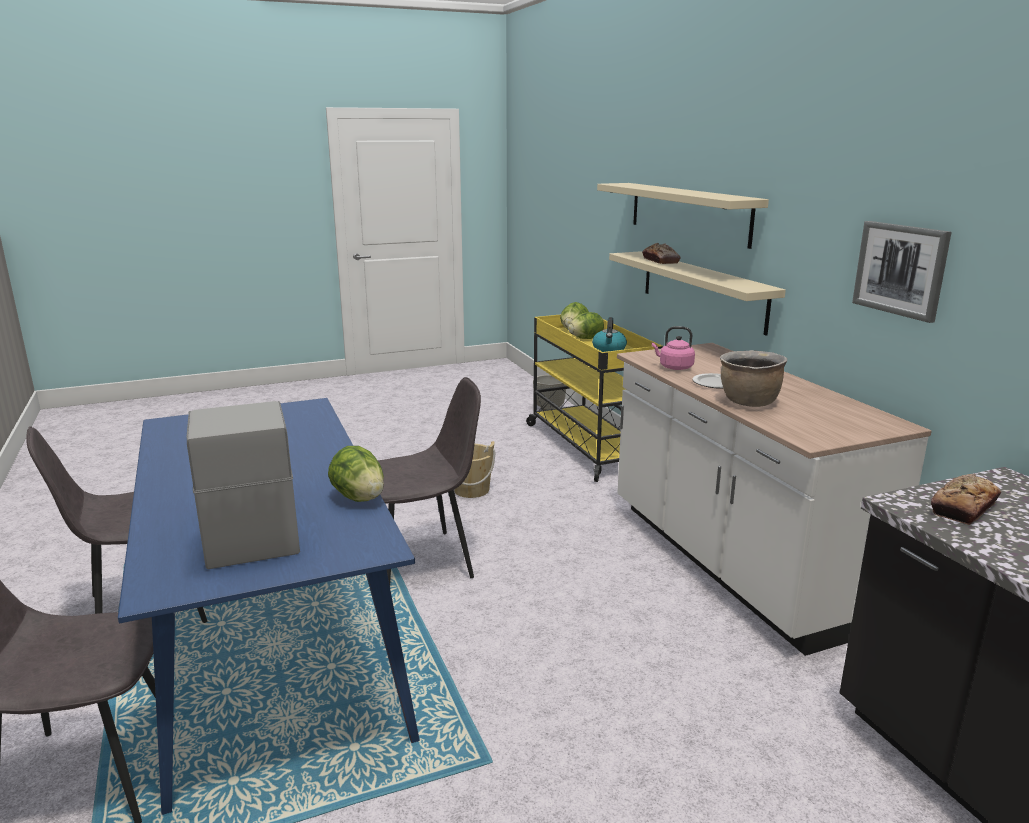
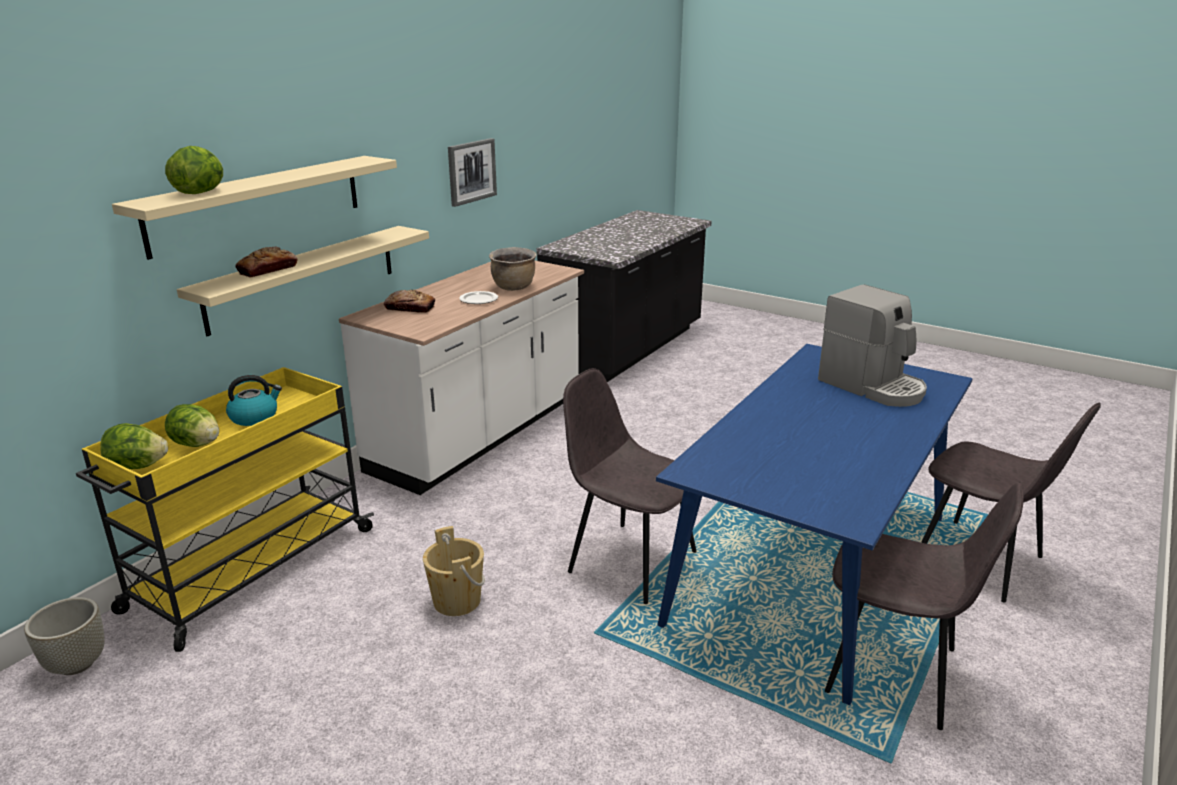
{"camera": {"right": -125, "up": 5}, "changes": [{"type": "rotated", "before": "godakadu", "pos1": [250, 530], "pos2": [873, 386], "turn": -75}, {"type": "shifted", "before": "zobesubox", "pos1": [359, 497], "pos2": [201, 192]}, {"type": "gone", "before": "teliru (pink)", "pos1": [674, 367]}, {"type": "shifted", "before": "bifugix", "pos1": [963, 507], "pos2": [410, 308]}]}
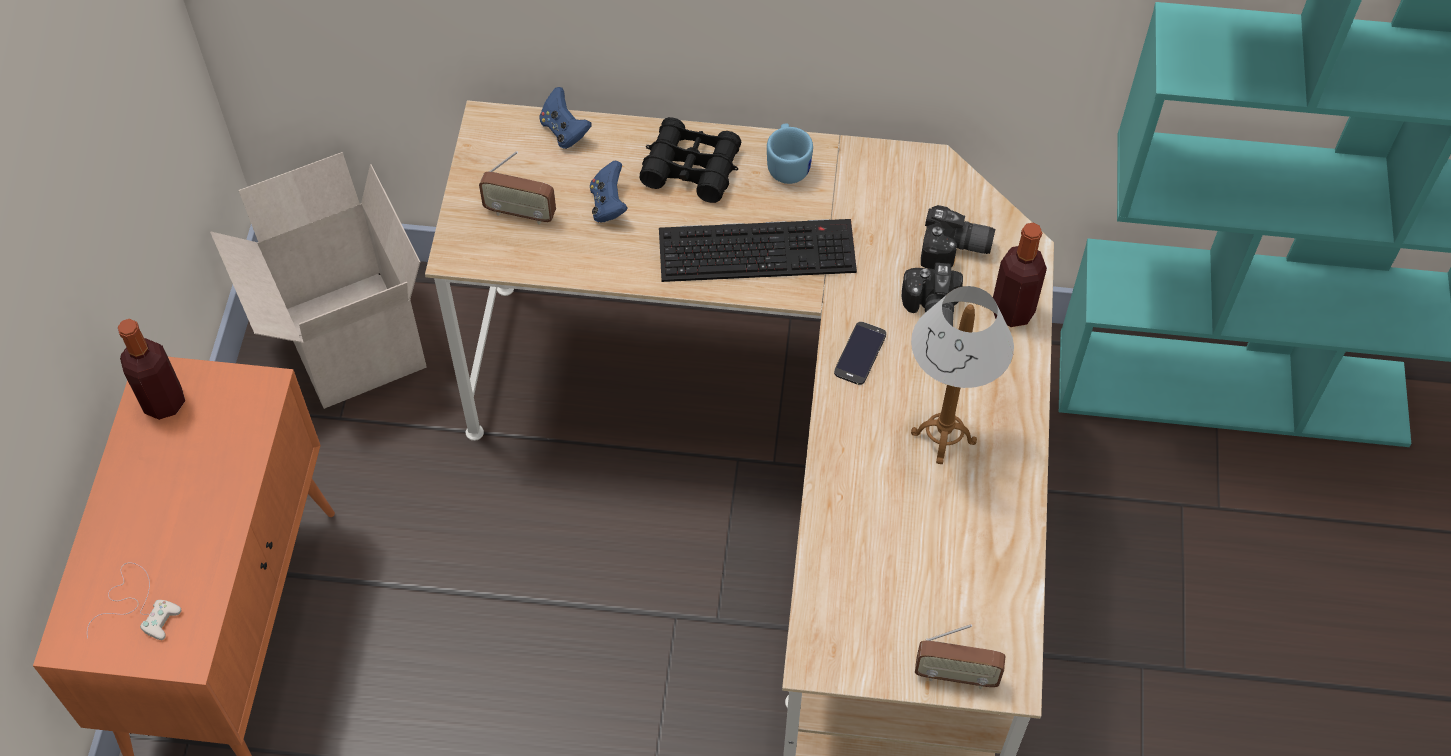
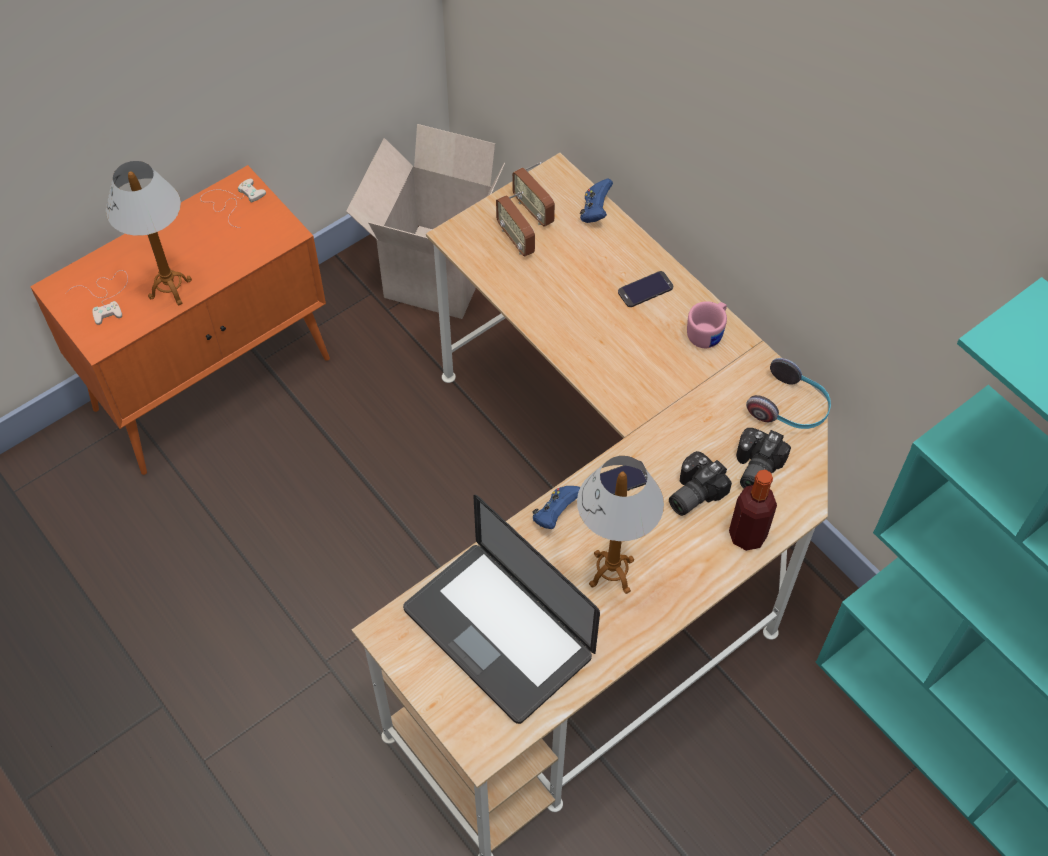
{"camera": {"right": 45, "up": 0}, "changes": [{"type": "swapped", "before": "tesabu", "after": "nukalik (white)", "pos1": [164, 402], "pos2": [232, 201]}, {"type": "shifted", "before": "nukalik (blue)", "pos1": [608, 205], "pos2": [555, 514]}, {"type": "swapped", "before": "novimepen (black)", "after": "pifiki", "pos1": [691, 168], "pos2": [645, 289]}, {"type": "gone", "before": "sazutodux", "pos1": [759, 249]}, {"type": "repainted", "before": "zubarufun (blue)", "after": "zubarufun (pink)", "pos1": [788, 164], "pos2": [708, 333]}, {"type": "shifted", "before": "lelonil", "pos1": [956, 675], "pos2": [533, 211]}, {"type": "rotated", "before": "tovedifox", "pos1": [955, 250], "pos2": [754, 468], "turn": 60}, {"type": "new", "after": "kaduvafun", "pos2": [171, 289]}, {"type": "new", "after": "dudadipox", "pos2": [498, 633]}, {"type": "new", "after": "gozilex", "pos2": [790, 408]}]}
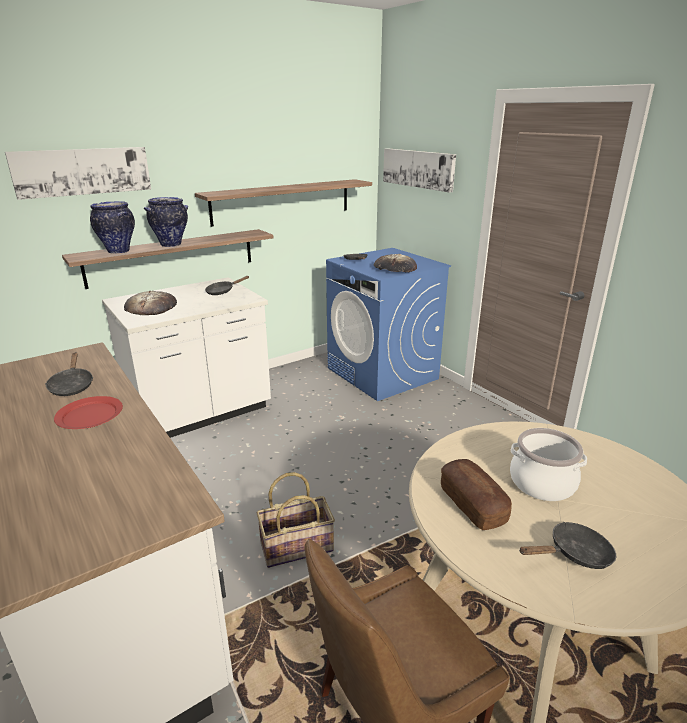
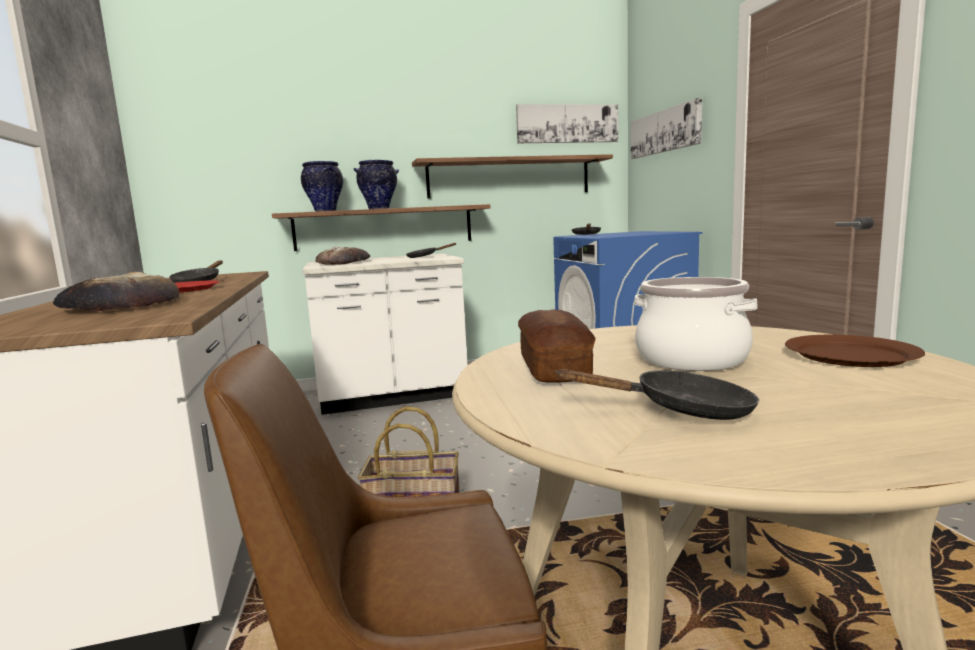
{"camera": {"right": 20, "up": -15}, "changes": [{"type": "shifted", "before": "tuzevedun", "pos1": [82, 171], "pos2": [567, 124]}, {"type": "shifted", "before": "bifugix", "pos1": [394, 268], "pos2": [120, 306]}, {"type": "new", "after": "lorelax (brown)", "pos2": [851, 355]}]}
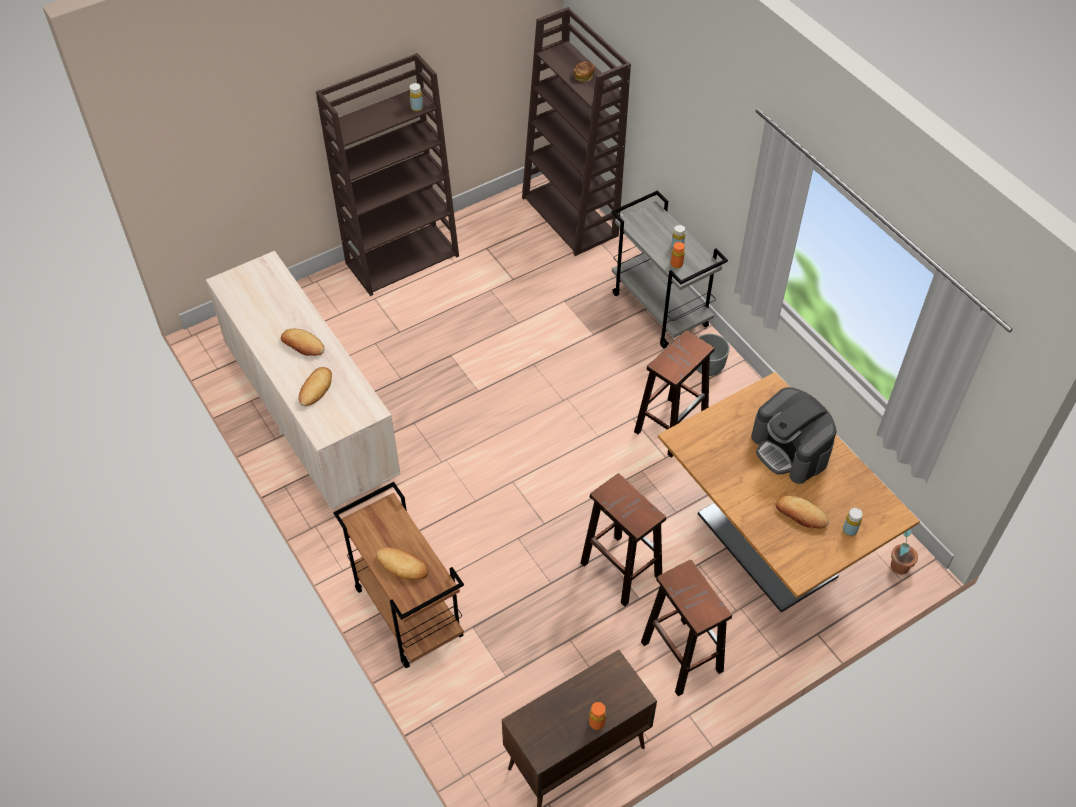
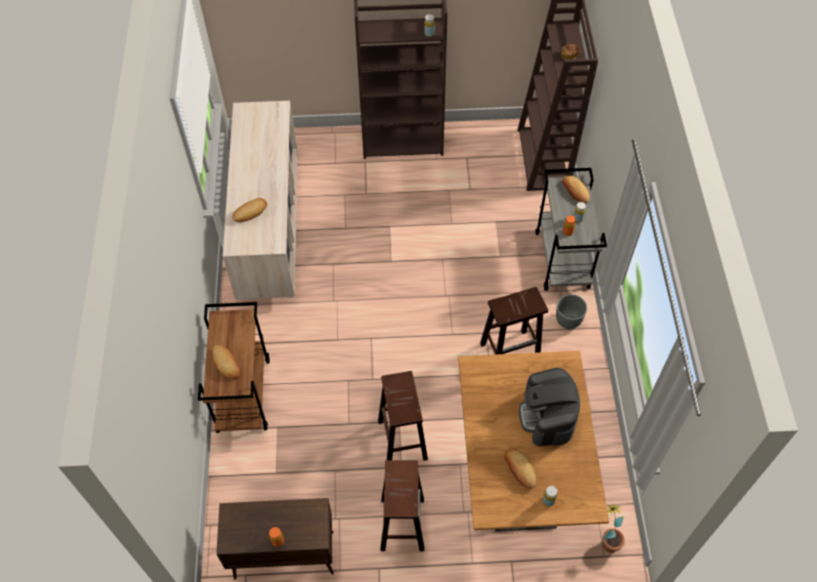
{"camera": {"right": 30, "up": 5}, "changes": [{"type": "shifted", "before": "bifugix", "pos1": [303, 345], "pos2": [575, 191]}]}
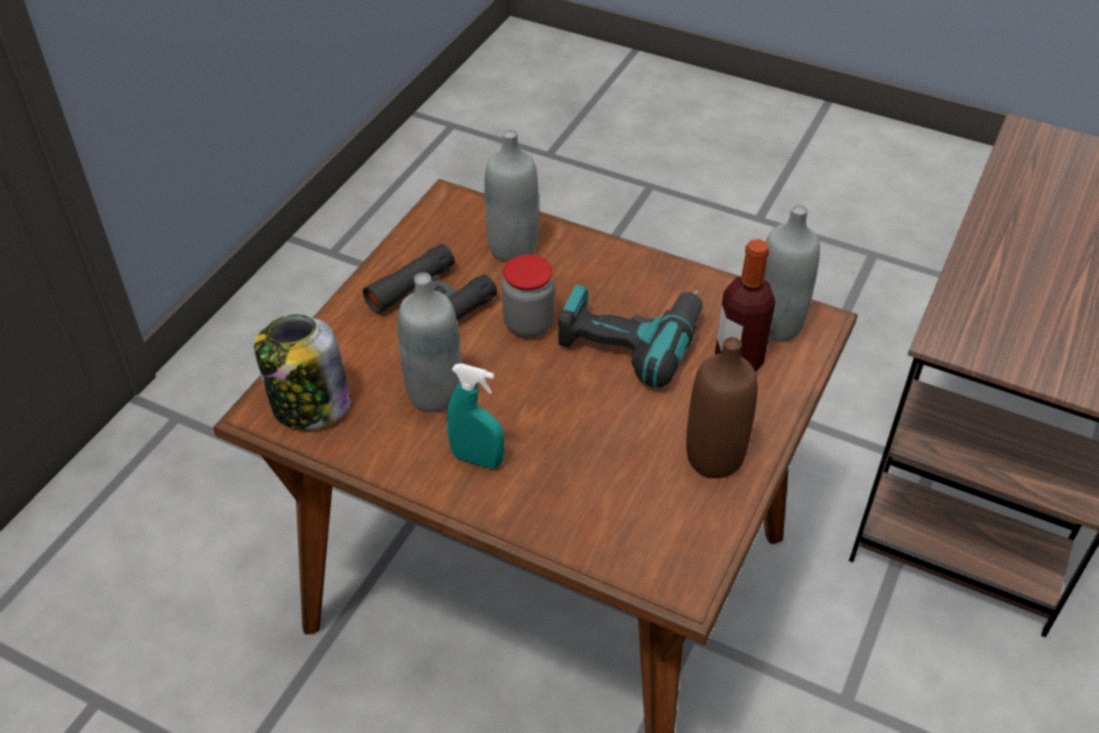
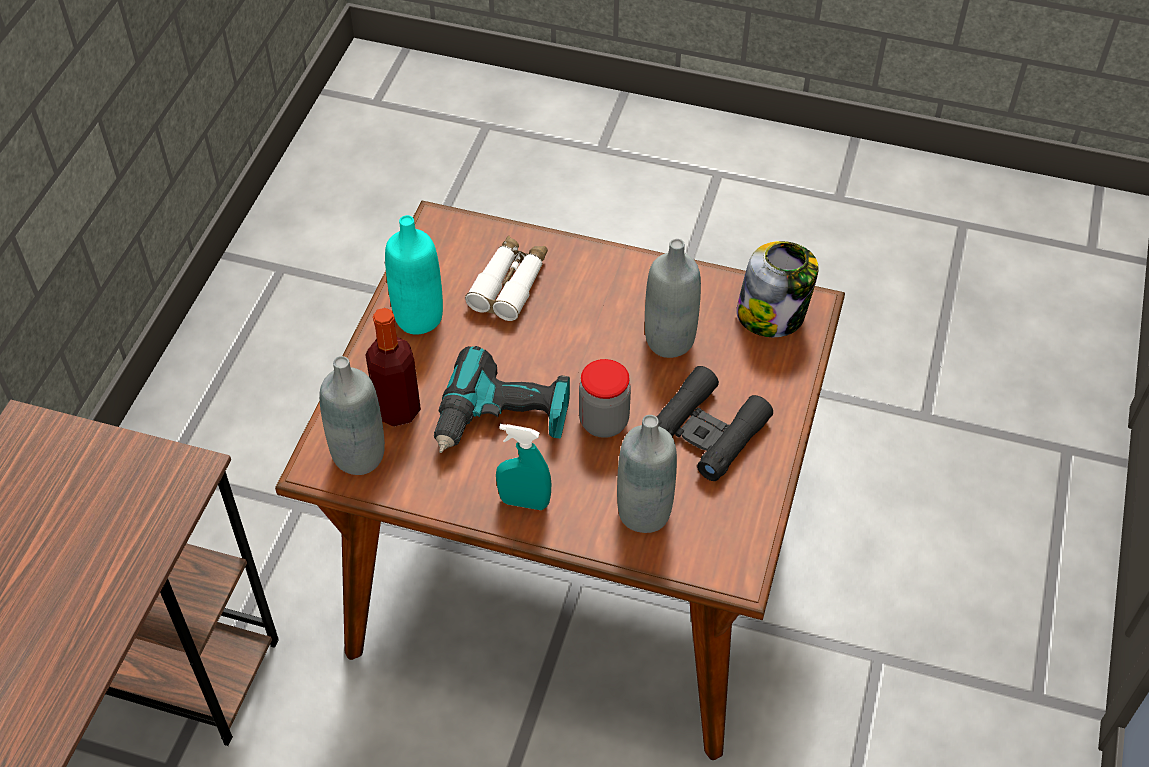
{"camera": {"right": 170, "up": 5}, "changes": [{"type": "shifted", "before": "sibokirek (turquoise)", "pos1": [477, 459], "pos2": [524, 502]}, {"type": "repainted", "before": "tesabu (brown)", "after": "tesabu (turquoise)", "pos1": [714, 458], "pos2": [418, 317]}, {"type": "new", "after": "novimepen (white)", "pos2": [509, 284]}]}
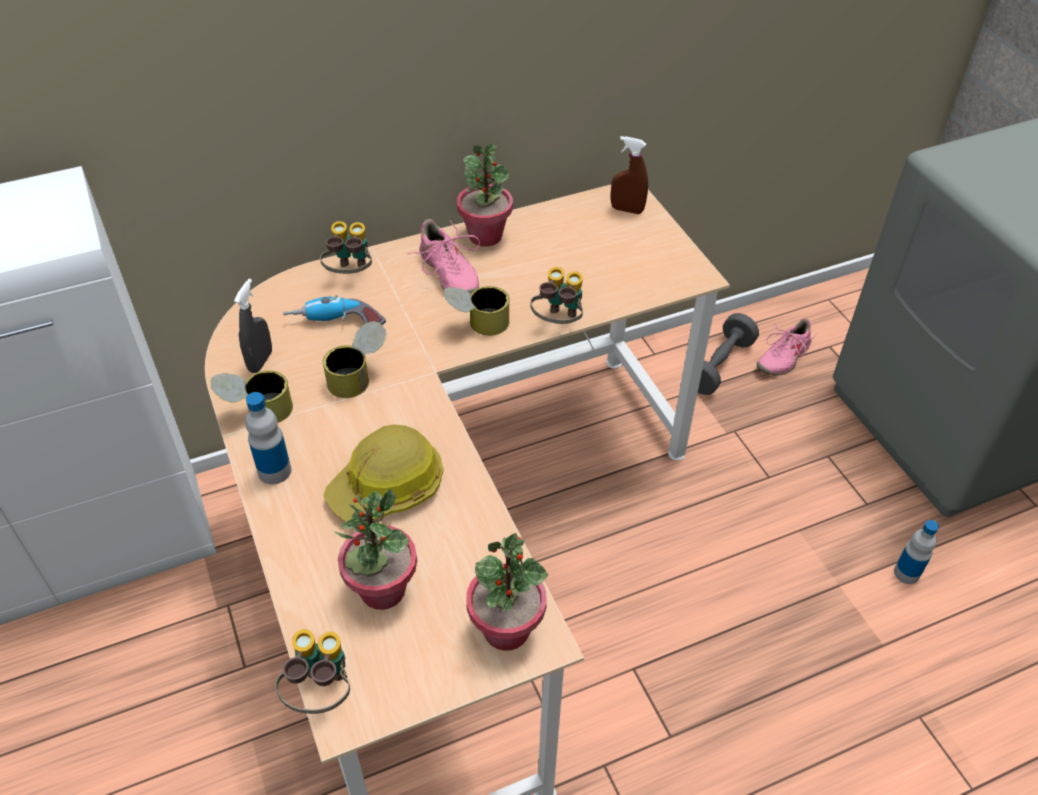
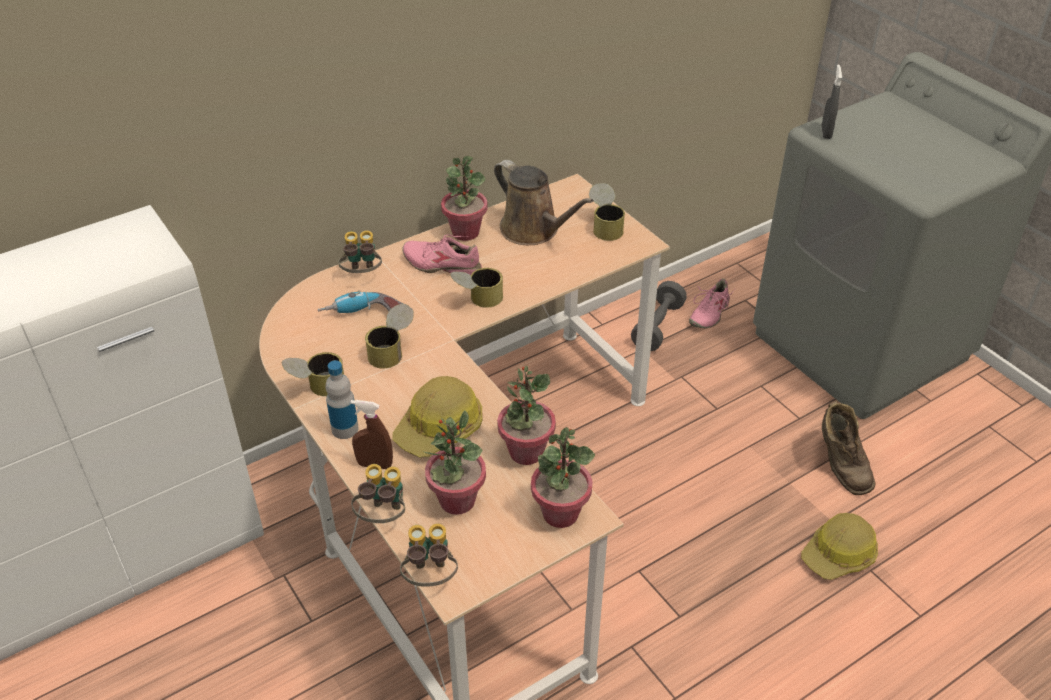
{"camera": {"right": -10, "up": -5}, "changes": [{"type": "shifted", "before": "sibokirek (grey)", "pos1": [260, 361], "pos2": [826, 133]}, {"type": "rotated", "before": "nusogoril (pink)", "pos1": [448, 274], "pos2": [443, 265], "turn": 150}, {"type": "shifted", "before": "novimepen", "pos1": [558, 323], "pos2": [383, 517]}, {"type": "shifted", "before": "sibokirek (brown)", "pos1": [627, 210], "pos2": [374, 464]}, {"type": "swapped", "before": "tesabu", "after": "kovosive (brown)", "pos1": [906, 573], "pos2": [840, 466]}, {"type": "new", "after": "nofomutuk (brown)", "pos2": [533, 230]}, {"type": "new", "after": "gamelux", "pos2": [526, 452]}, {"type": "new", "after": "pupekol", "pos2": [605, 226]}, {"type": "new", "after": "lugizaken", "pos2": [839, 554]}]}
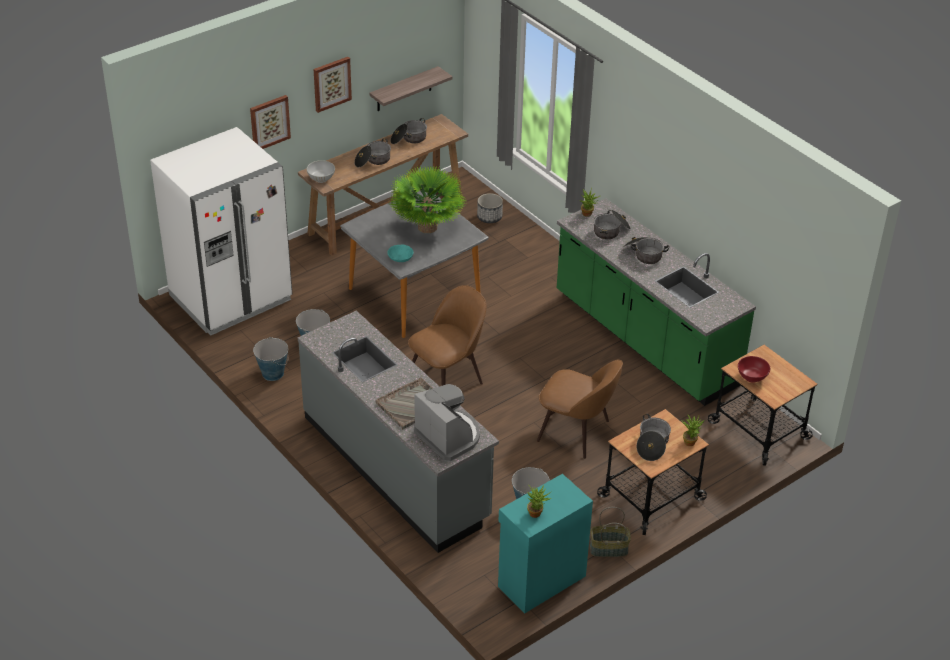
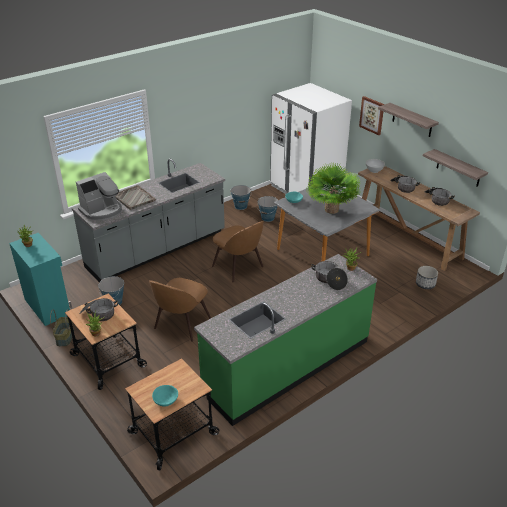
{"camera": {"right": 90, "up": -5}, "changes": [{"type": "swapped", "before": "tuzevedun", "after": "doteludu", "pos1": [331, 83], "pos2": [412, 120]}, {"type": "gone", "before": "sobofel", "pos1": [643, 254]}, {"type": "gone", "before": "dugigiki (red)", "pos1": [752, 377]}, {"type": "new", "after": "dugigiki (turquoise)", "pos2": [166, 400]}]}
